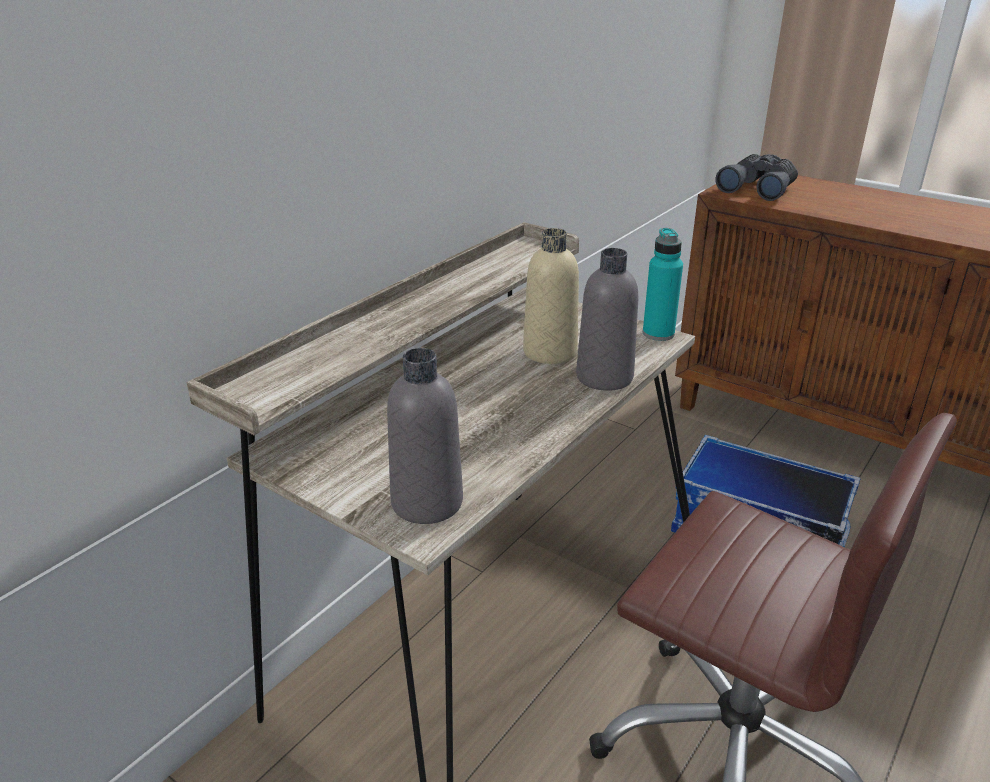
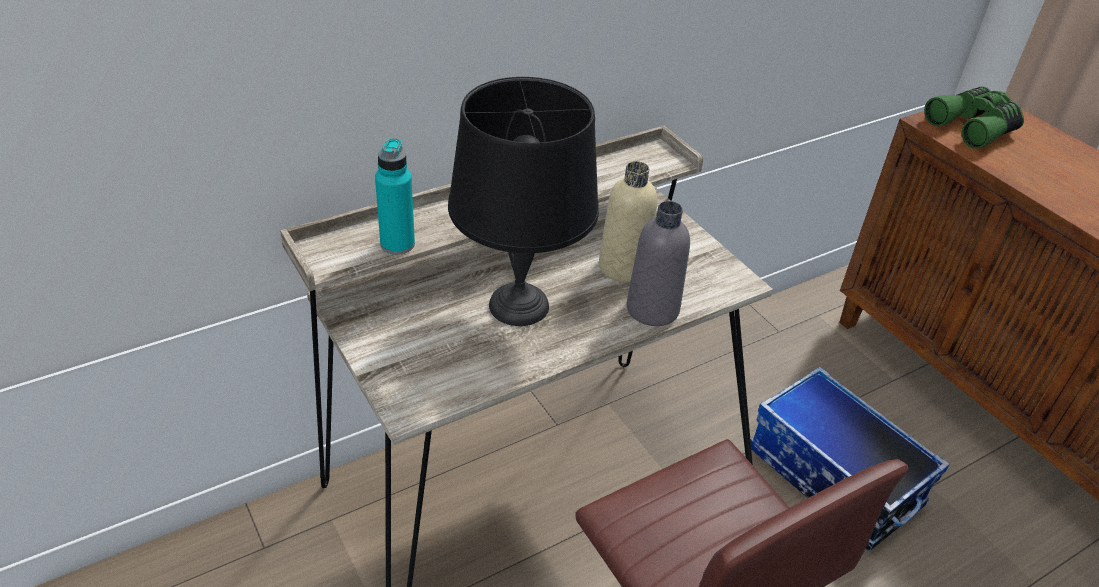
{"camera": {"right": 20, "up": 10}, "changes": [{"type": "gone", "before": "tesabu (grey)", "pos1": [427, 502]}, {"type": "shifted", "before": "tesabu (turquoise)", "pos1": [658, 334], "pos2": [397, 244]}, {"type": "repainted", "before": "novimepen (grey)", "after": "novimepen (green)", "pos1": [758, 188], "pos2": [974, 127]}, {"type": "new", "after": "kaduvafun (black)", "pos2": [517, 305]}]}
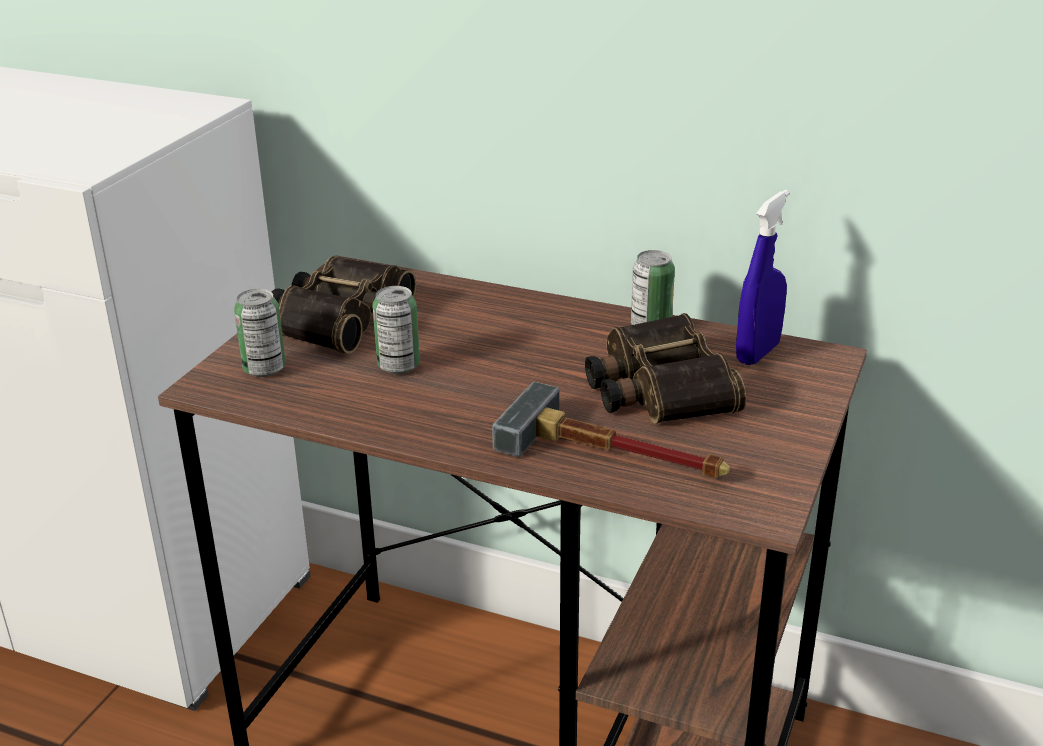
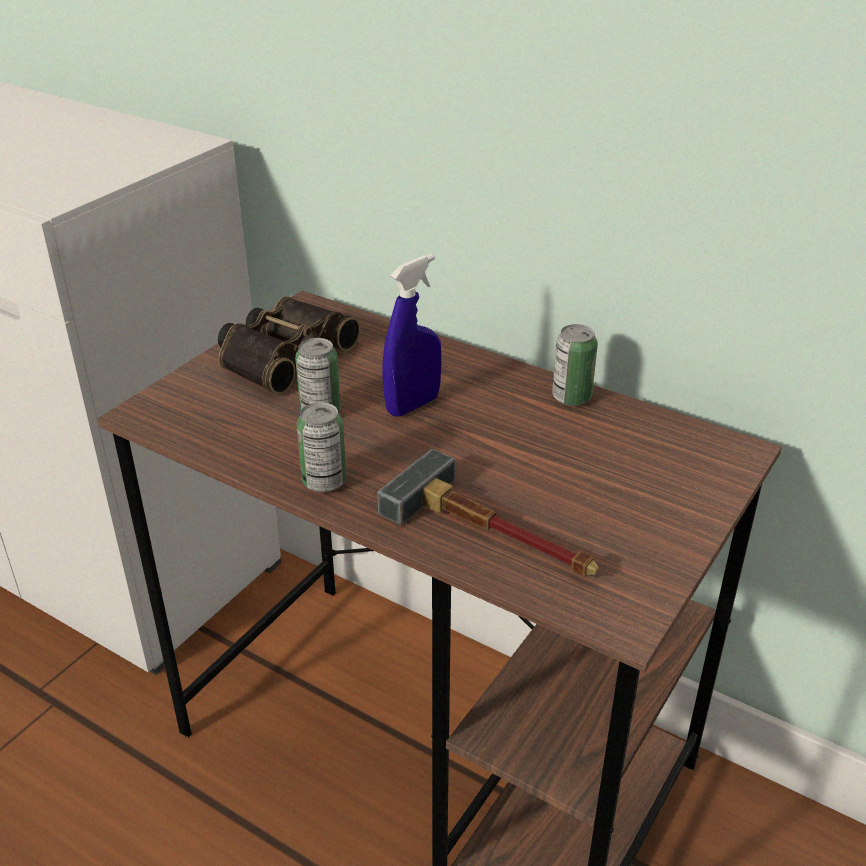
{"camera": {"right": 10, "up": 5}, "changes": [{"type": "shifted", "before": "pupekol", "pos1": [264, 369], "pos2": [324, 482]}, {"type": "gone", "before": "novimepen", "pos1": [657, 387]}, {"type": "shifted", "before": "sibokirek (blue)", "pos1": [757, 353], "pos2": [413, 405]}]}
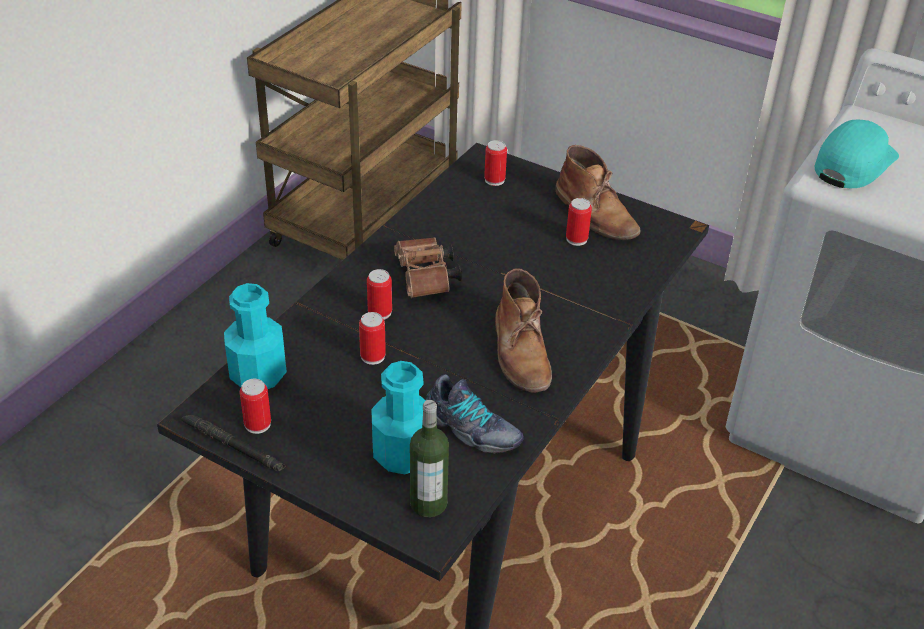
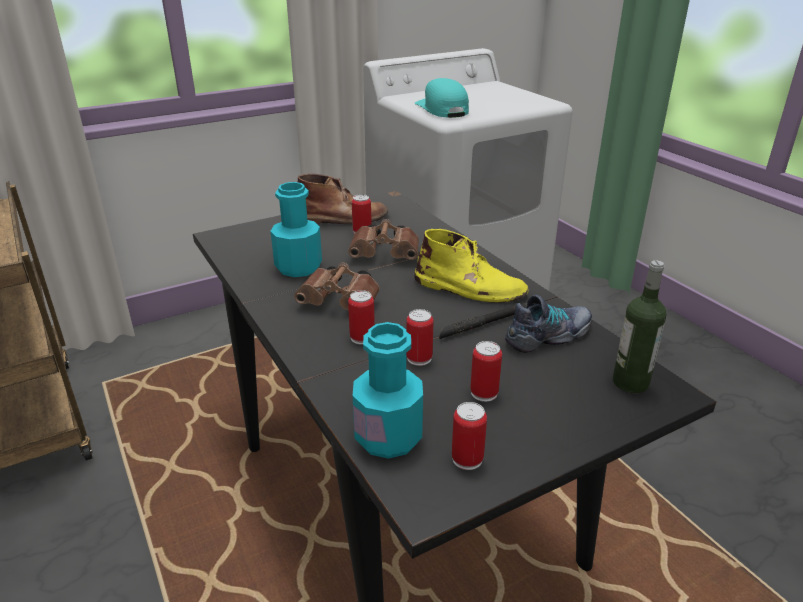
{"camera": {"right": -60, "up": -10}, "changes": [{"type": "shifted", "before": "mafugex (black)", "pos1": [233, 446], "pos2": [483, 324]}, {"type": "shifted", "before": "tesabu (turquoise)", "pos1": [403, 454], "pos2": [298, 267]}, {"type": "shifted", "before": "pupekol", "pos1": [494, 180], "pos2": [484, 393]}, {"type": "repainted", "before": "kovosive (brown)", "after": "kovosive (yellow)", "pos1": [521, 351], "pos2": [470, 288]}, {"type": "new", "after": "novimepen (brown)", "pos2": [387, 255]}]}
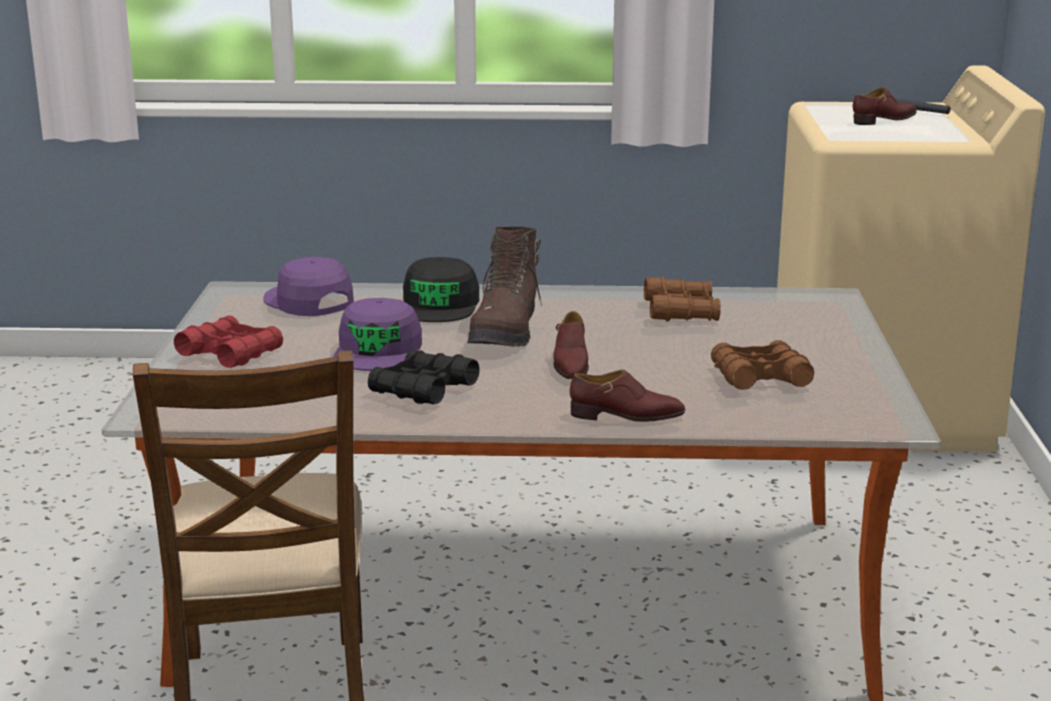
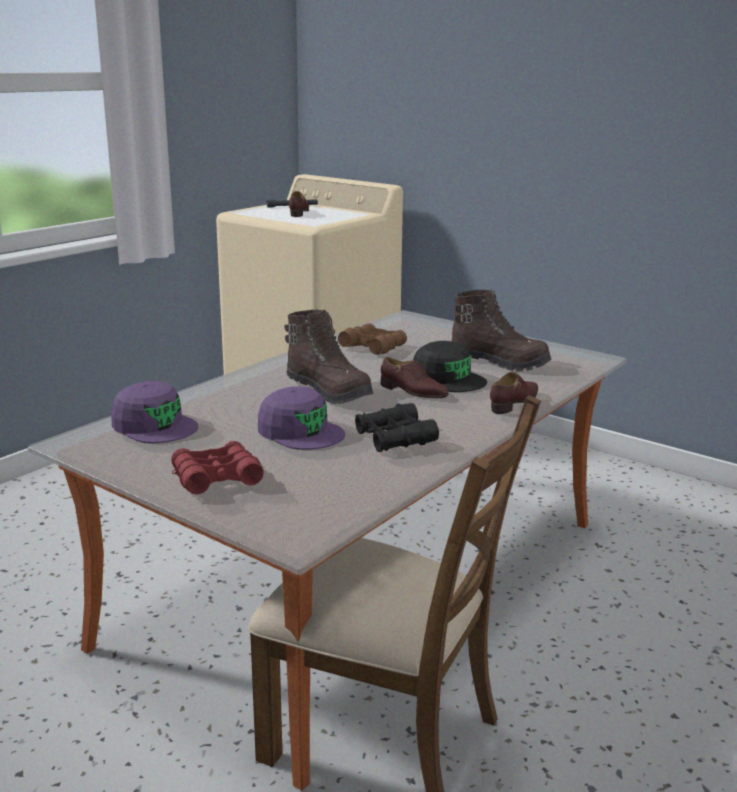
{"camera": {"right": -55, "up": 0}, "changes": [{"type": "rotated", "before": "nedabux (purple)", "pos1": [308, 301], "pos2": [155, 425], "turn": -135}, {"type": "shifted", "before": "nedabux (black)", "pos1": [439, 305], "pos2": [447, 378]}, {"type": "swapped", "before": "novimepen (brown)", "after": "kovosive (brown)", "pos1": [760, 377], "pos2": [499, 361]}]}
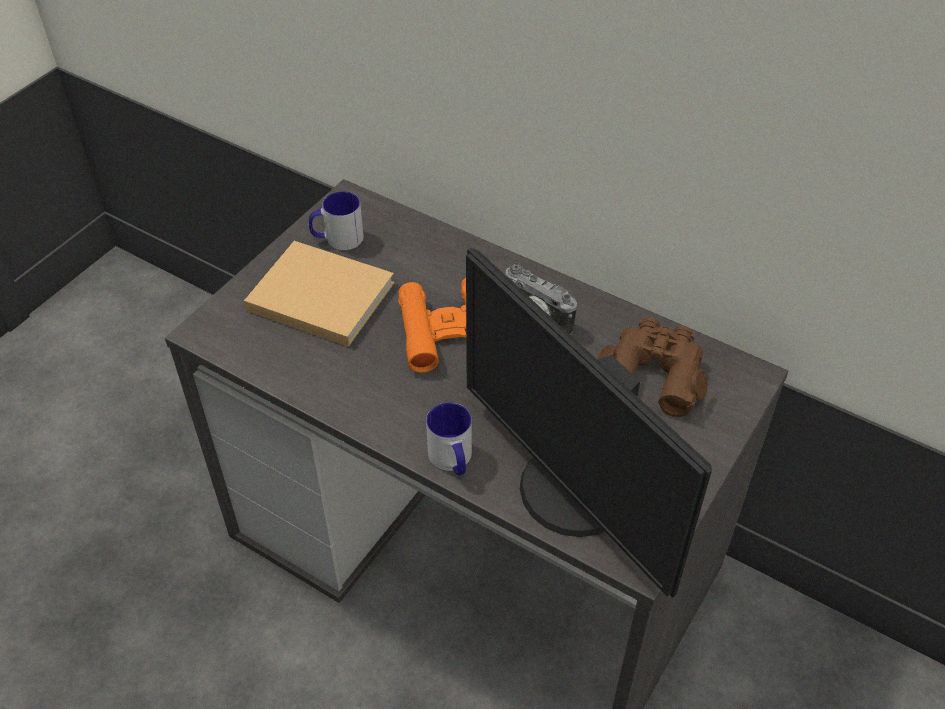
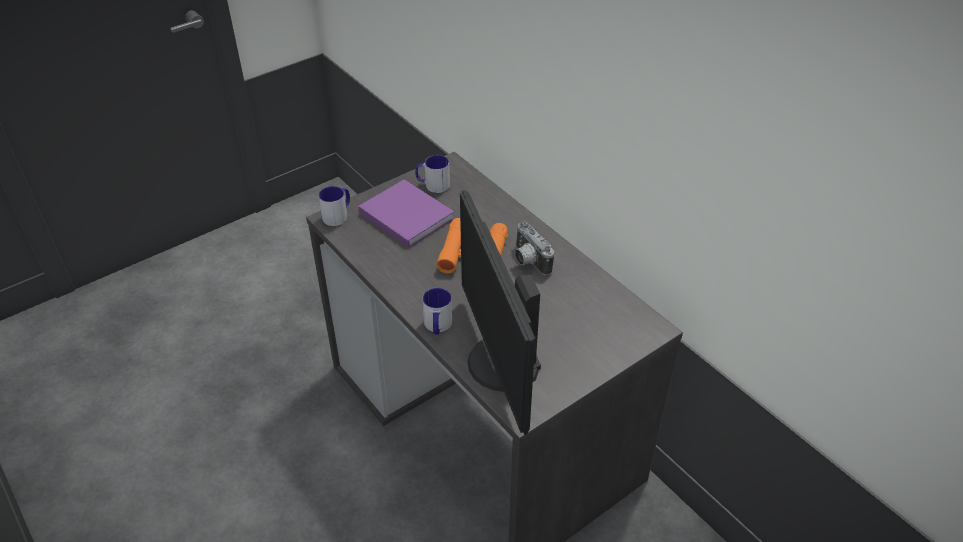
{"camera": {"right": 20, "up": -5}, "changes": [{"type": "repainted", "before": "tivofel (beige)", "after": "tivofel (purple)", "pos1": [317, 295], "pos2": [404, 214]}, {"type": "gone", "before": "novimepen (brown)", "pos1": [652, 373]}, {"type": "new", "after": "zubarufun", "pos2": [338, 215]}]}
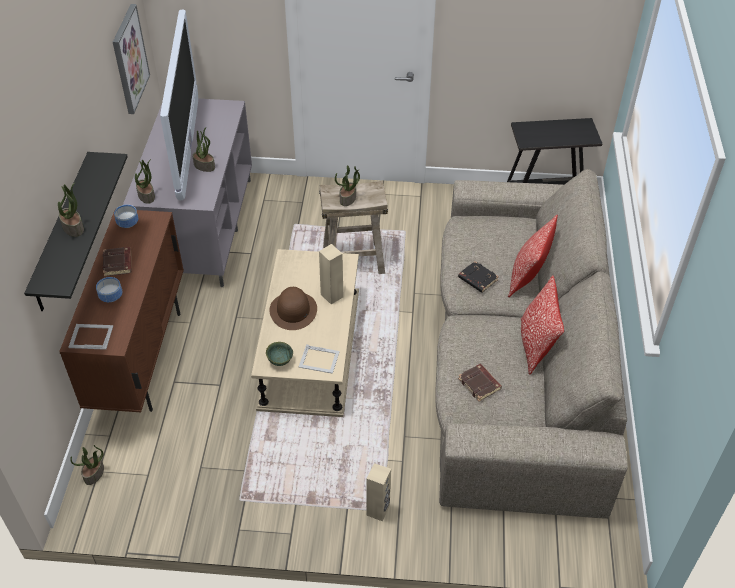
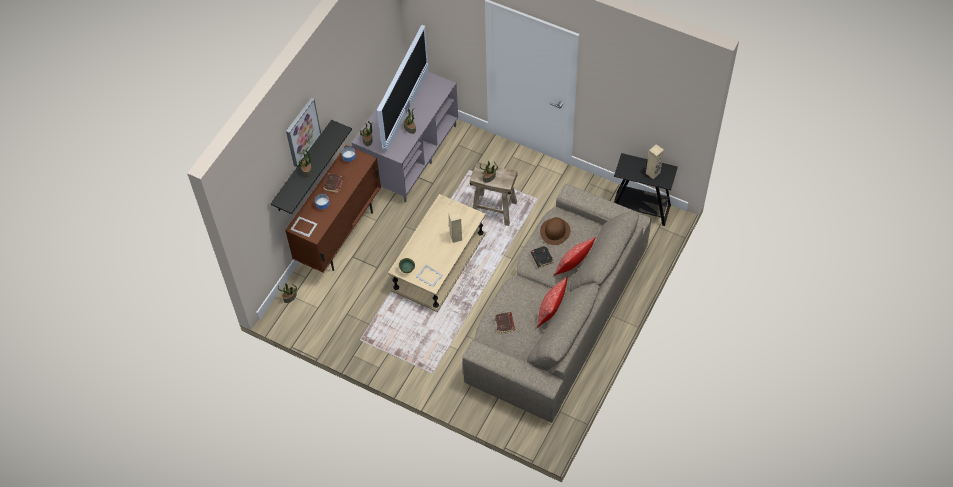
{"camera": {"right": 25, "up": 10}, "changes": [{"type": "shifted", "before": "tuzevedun", "pos1": [129, 59], "pos2": [302, 131]}, {"type": "shifted", "before": "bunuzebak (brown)", "pos1": [293, 310], "pos2": [555, 231]}, {"type": "shifted", "before": "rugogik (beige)", "pos1": [378, 510], "pos2": [653, 173]}]}
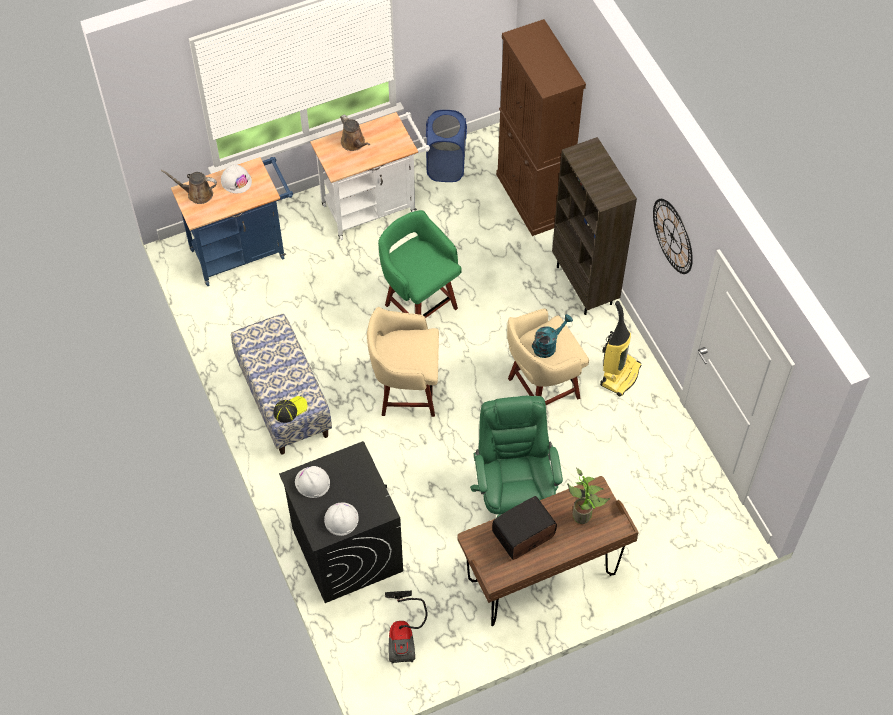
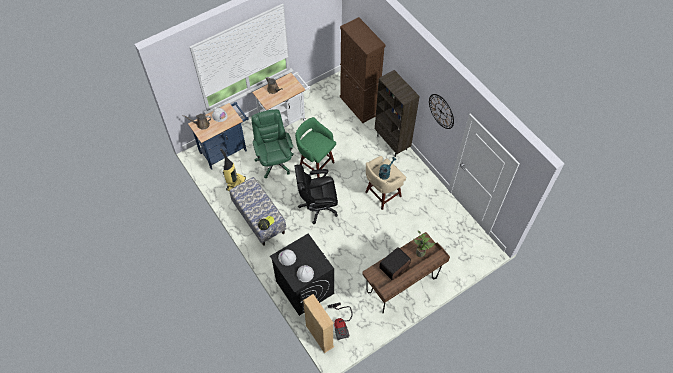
{"camera": {"right": -10, "up": 0}, "changes": [{"type": "swapped", "before": "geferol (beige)", "after": "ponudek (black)", "pos1": [406, 392], "pos2": [318, 206]}, {"type": "gone", "before": "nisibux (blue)", "pos1": [446, 166]}, {"type": "shifted", "before": "ponudek (green)", "pos1": [514, 498], "pos2": [274, 161]}, {"type": "shifted", "before": "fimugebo", "pos1": [619, 374], "pos2": [236, 184]}, {"type": "new", "after": "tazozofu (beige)", "pos2": [319, 336]}]}
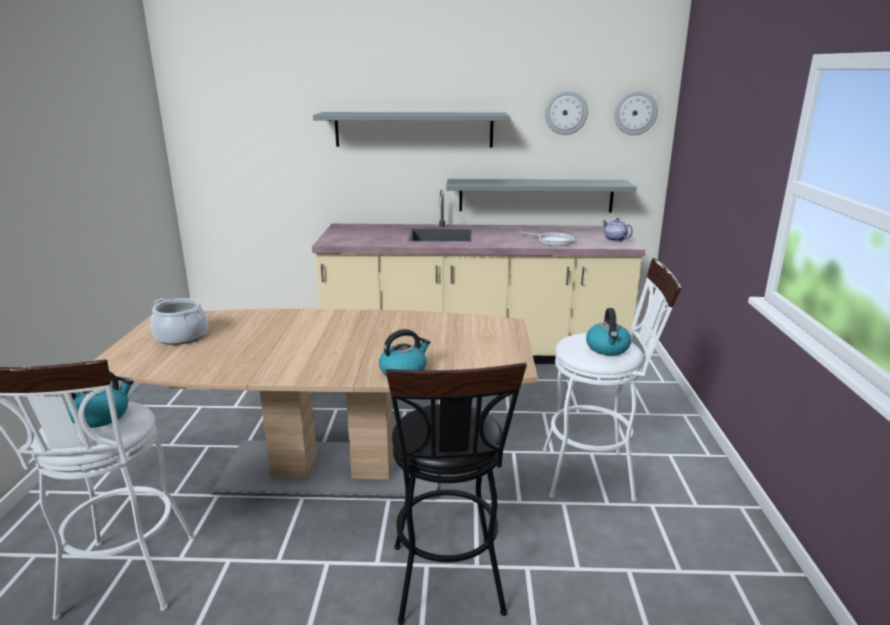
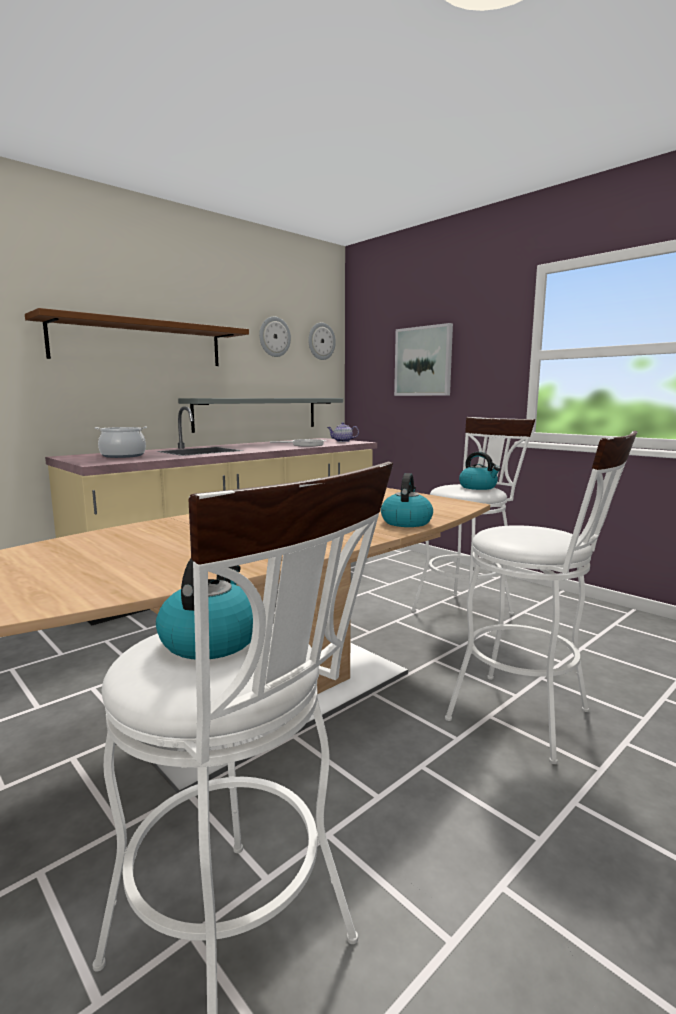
{"camera": {"right": -45, "up": -10}, "changes": [{"type": "shifted", "before": "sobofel", "pos1": [181, 336], "pos2": [123, 456]}, {"type": "repainted", "before": "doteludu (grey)", "after": "doteludu (brown)", "pos1": [413, 129], "pos2": [140, 343]}, {"type": "repainted", "before": "geferol (black)", "after": "geferol (white)", "pos1": [448, 587], "pos2": [530, 719]}, {"type": "new", "after": "tuzevedun", "pos2": [423, 361]}]}
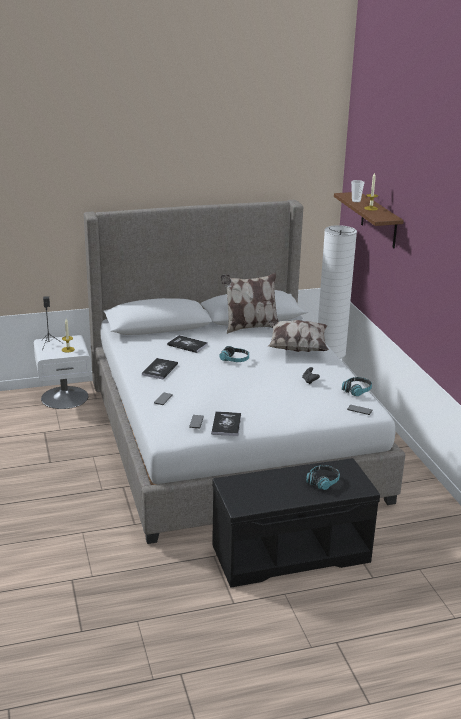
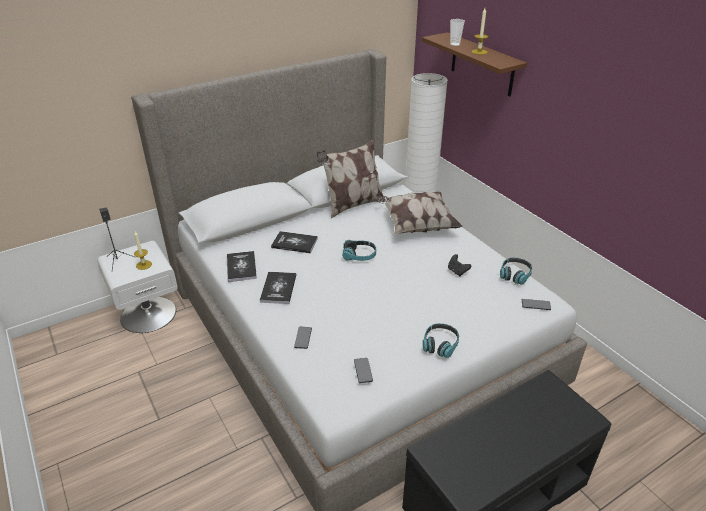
{"camera": {"right": -15, "up": 10}, "changes": [{"type": "shifted", "before": "tivofel", "pos1": [226, 424], "pos2": [241, 267]}, {"type": "shifted", "before": "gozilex", "pos1": [323, 482], "pos2": [440, 345]}]}
